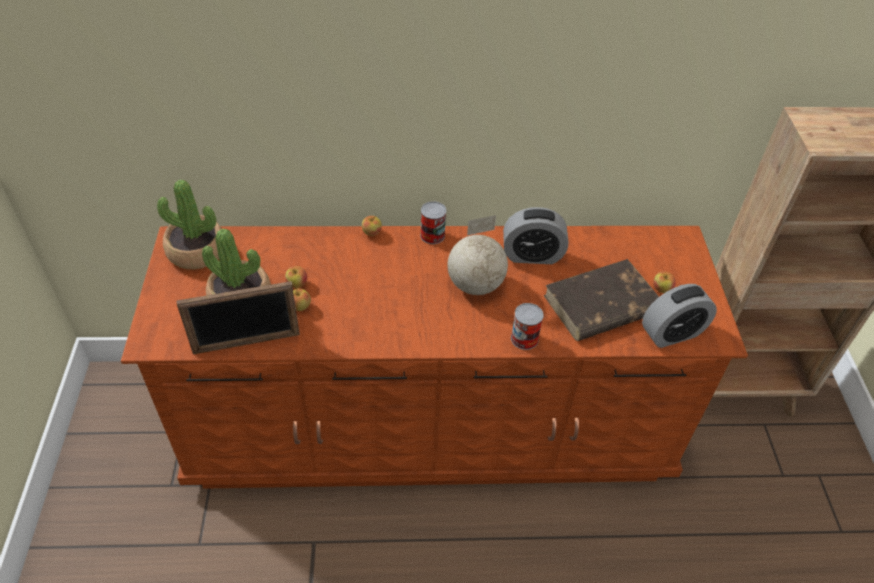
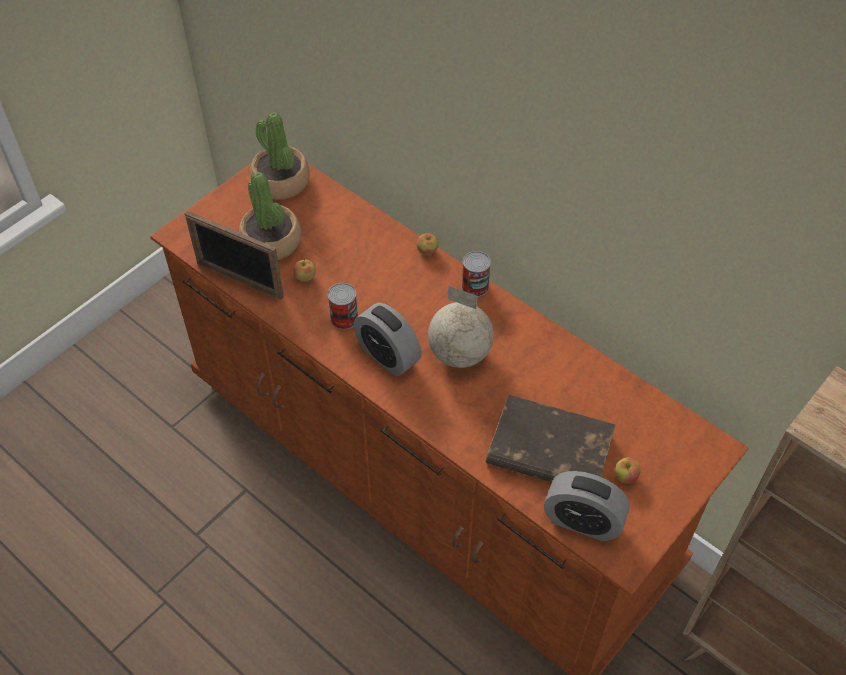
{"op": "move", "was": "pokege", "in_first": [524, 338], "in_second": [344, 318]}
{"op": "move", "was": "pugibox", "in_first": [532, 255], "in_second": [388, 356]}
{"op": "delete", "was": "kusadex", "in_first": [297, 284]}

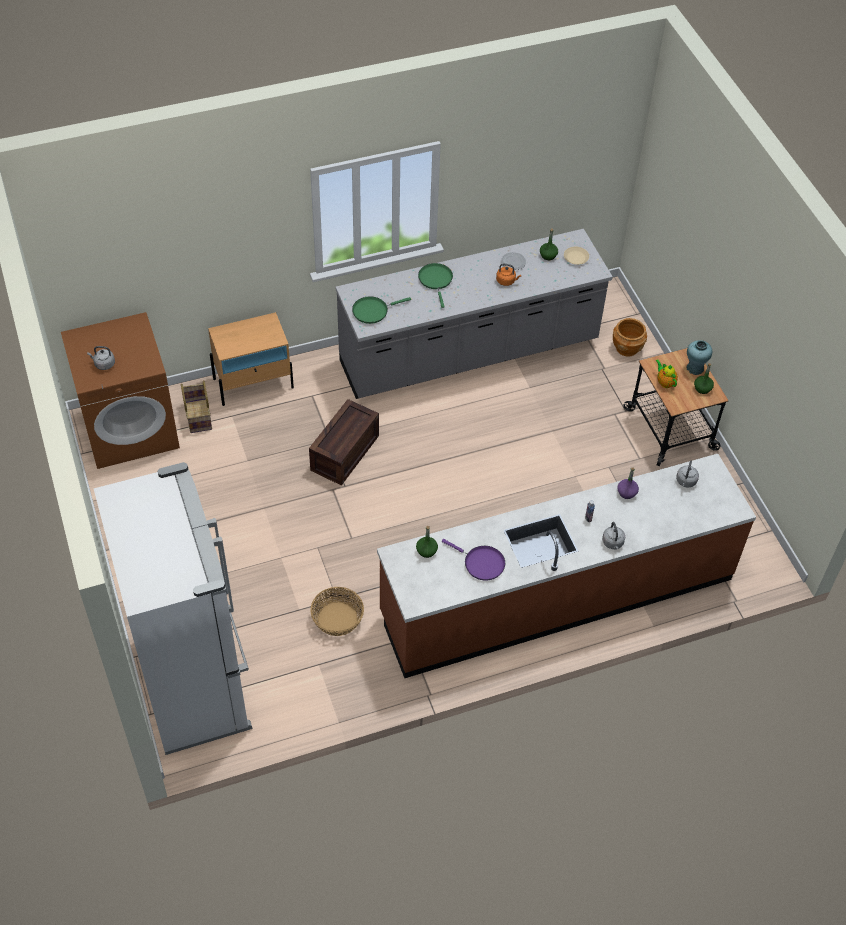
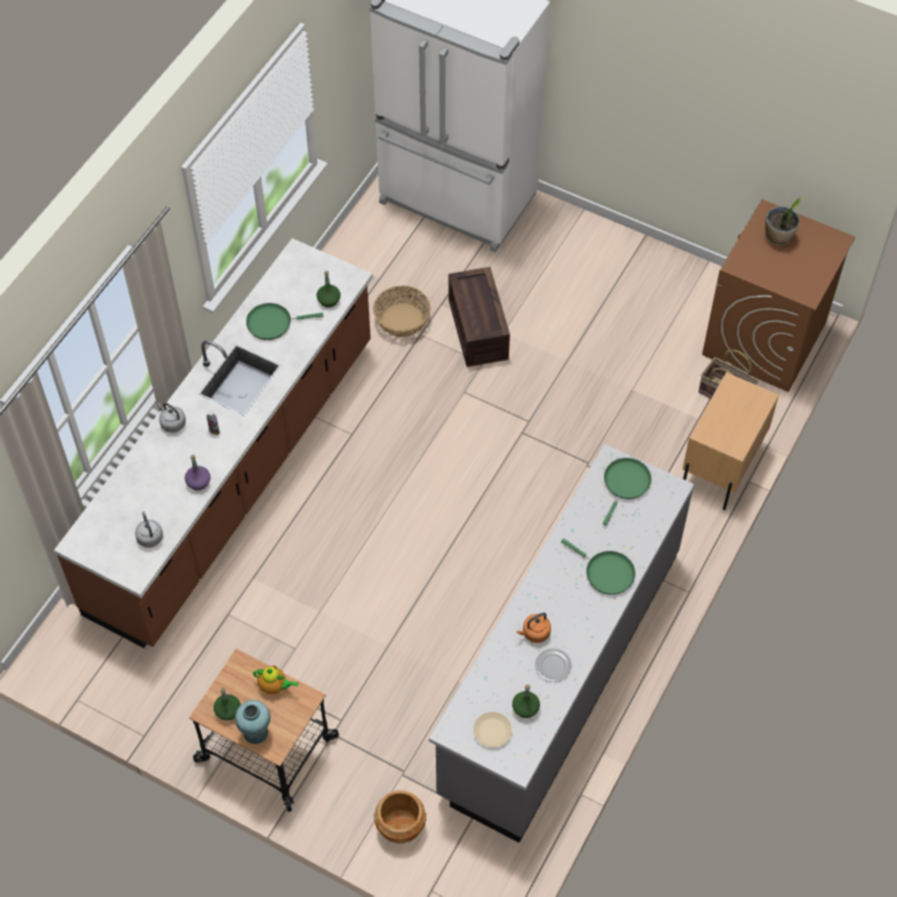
{"op": "recolor", "was": "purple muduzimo", "now": "green muduzimo", "in_first": [481, 563], "in_second": [272, 323]}
{"op": "move", "was": "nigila", "in_first": [344, 451], "in_second": [479, 330]}
{"op": "replace", "was": "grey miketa", "now": "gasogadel", "in_first": [103, 364], "in_second": [778, 237]}

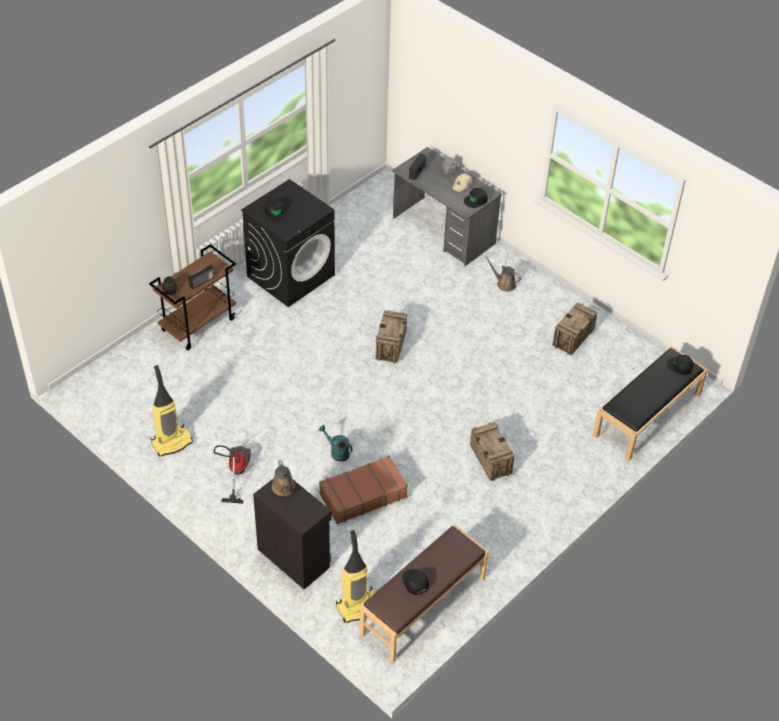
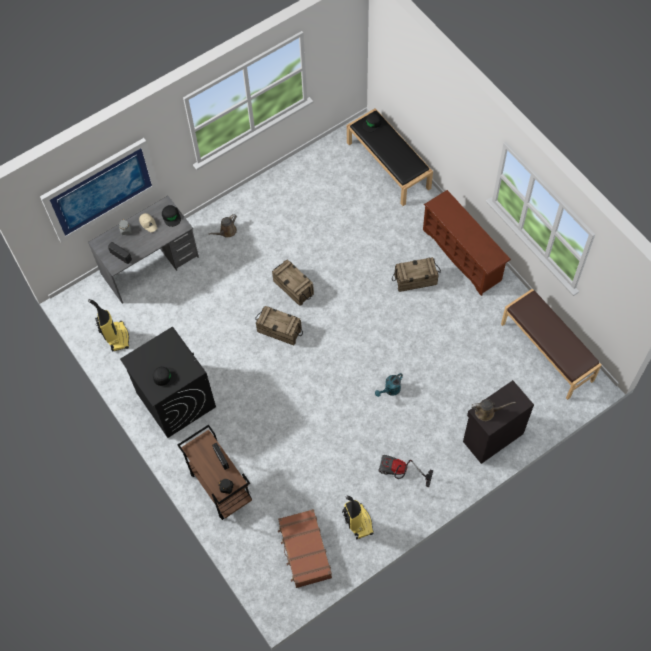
{"op": "insert", "now": "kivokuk", "in_second": [100, 189]}
{"op": "move", "was": "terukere", "in_first": [358, 606], "in_second": [116, 337]}
{"op": "move", "was": "nigila", "in_first": [573, 337], "in_second": [293, 288]}
{"op": "move", "was": "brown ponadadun", "in_first": [362, 495], "in_second": [304, 551]}
{"op": "insert", "now": "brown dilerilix", "in_second": [463, 255]}
{"op": "delete", "was": "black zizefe", "in_first": [415, 582]}

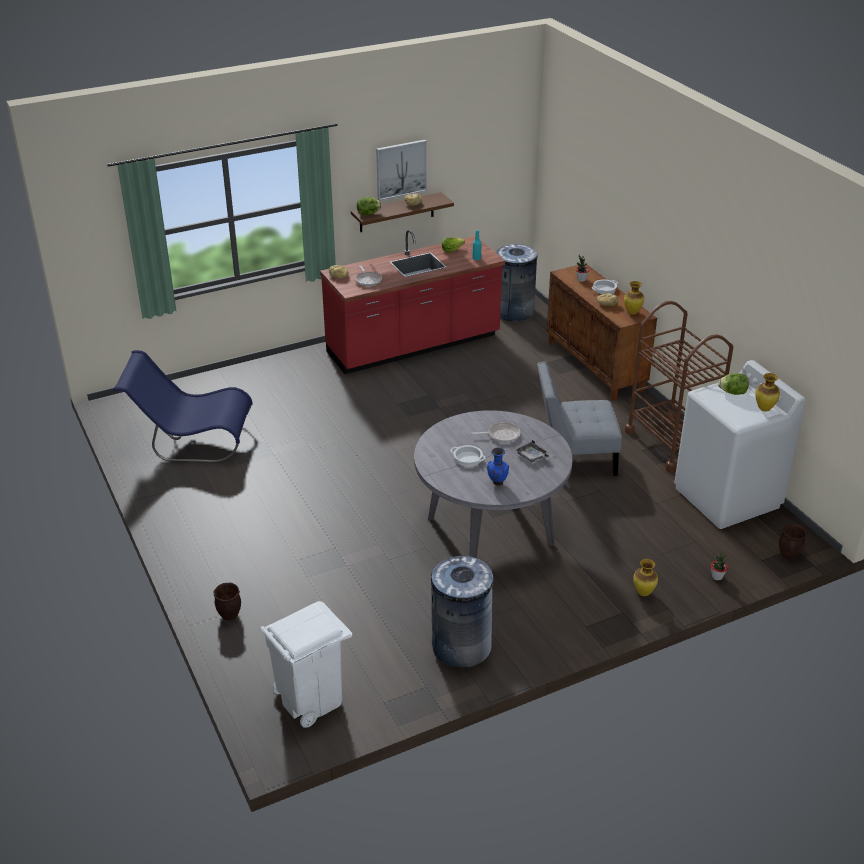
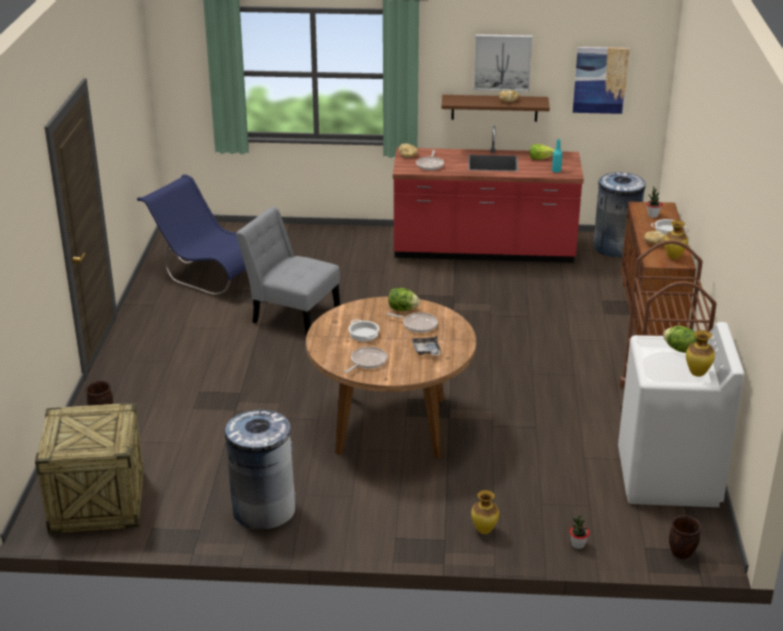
{"op": "replace", "was": "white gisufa", "now": "nigila", "in_first": [310, 699], "in_second": [96, 501]}
{"op": "move", "was": "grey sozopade", "in_first": [574, 458], "in_second": [292, 314]}
{"op": "recolor", "was": "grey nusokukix", "now": "brown nusokukix", "in_first": [490, 531], "in_second": [391, 425]}
{"op": "replace", "was": "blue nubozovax", "now": "muduzimo", "in_first": [497, 483], "in_second": [367, 362]}
{"op": "move", "was": "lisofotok", "in_first": [368, 214], "in_second": [402, 309]}
{"op": "insert", "now": "kivokuk", "in_second": [600, 80]}

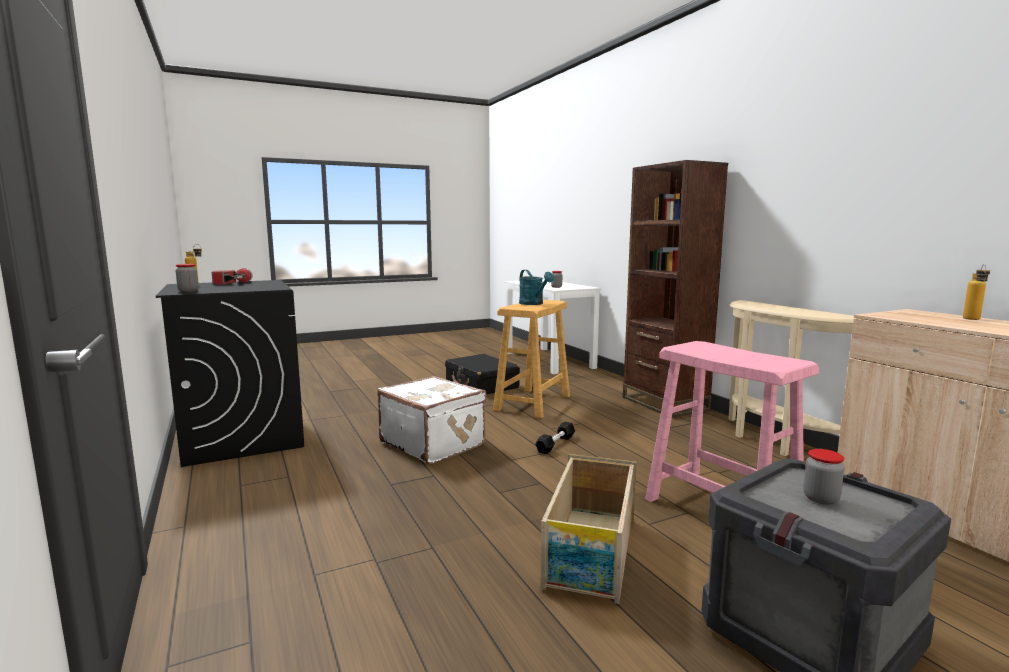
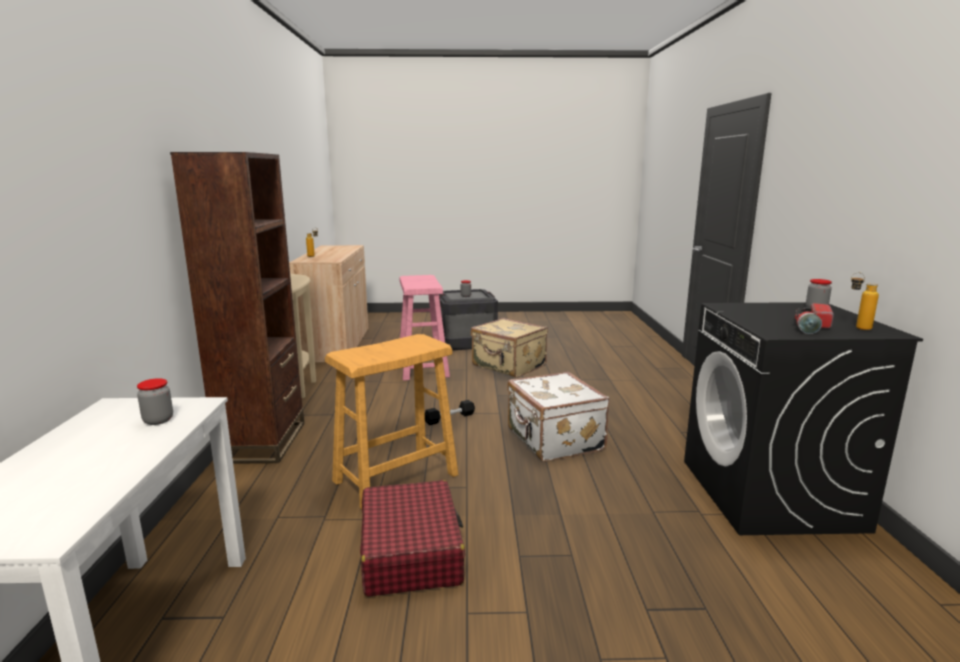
{"op": "recolor", "was": "black ponadadun", "now": "red ponadadun", "in_first": [481, 385], "in_second": [411, 551]}
{"op": "replace", "was": "nigila", "now": "beige ponadadun", "in_first": [590, 553], "in_second": [508, 366]}
{"op": "delete", "was": "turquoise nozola", "in_first": [534, 304]}

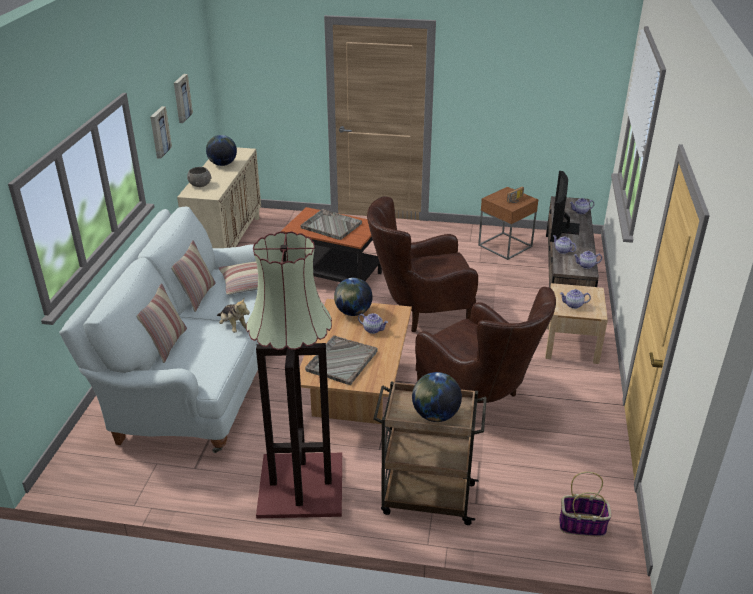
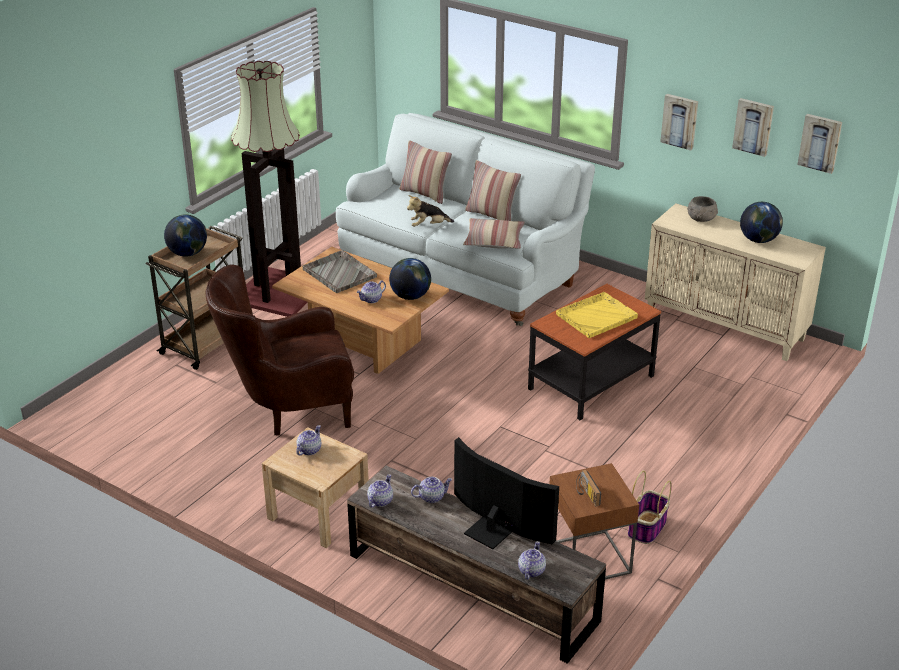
{"op": "recolor", "was": "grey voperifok", "now": "yellow voperifok", "in_first": [330, 225], "in_second": [597, 316]}
{"op": "move", "was": "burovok", "in_first": [582, 525], "in_second": [647, 528]}
{"op": "insert", "now": "kivokuk", "in_second": [820, 142]}
{"op": "delete", "was": "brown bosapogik", "in_first": [420, 313]}

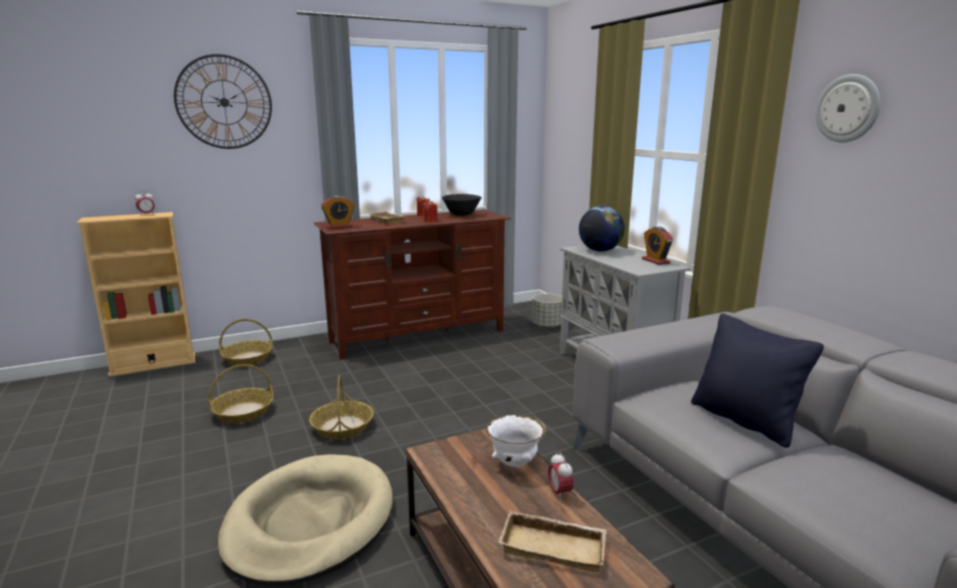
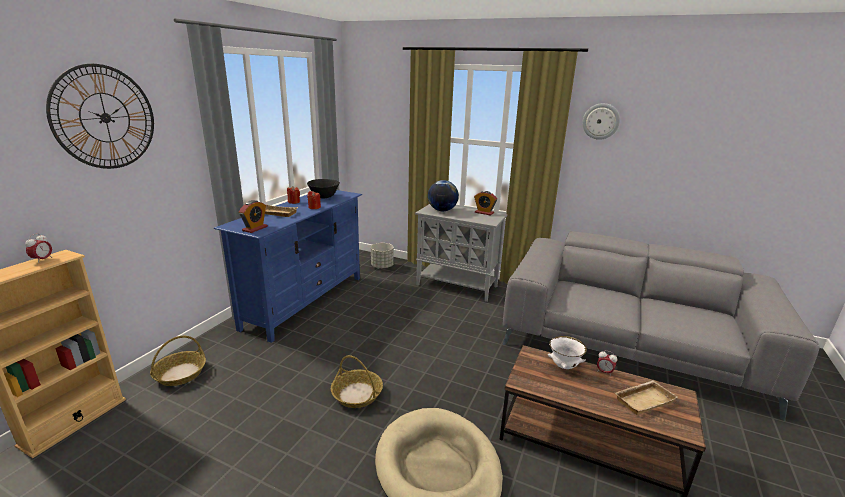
{"op": "recolor", "was": "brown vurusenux", "now": "blue vurusenux", "in_first": [418, 335], "in_second": [305, 301]}
{"op": "delete", "was": "burovok", "in_first": [243, 412]}
{"op": "delete", "was": "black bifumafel", "in_first": [744, 420]}

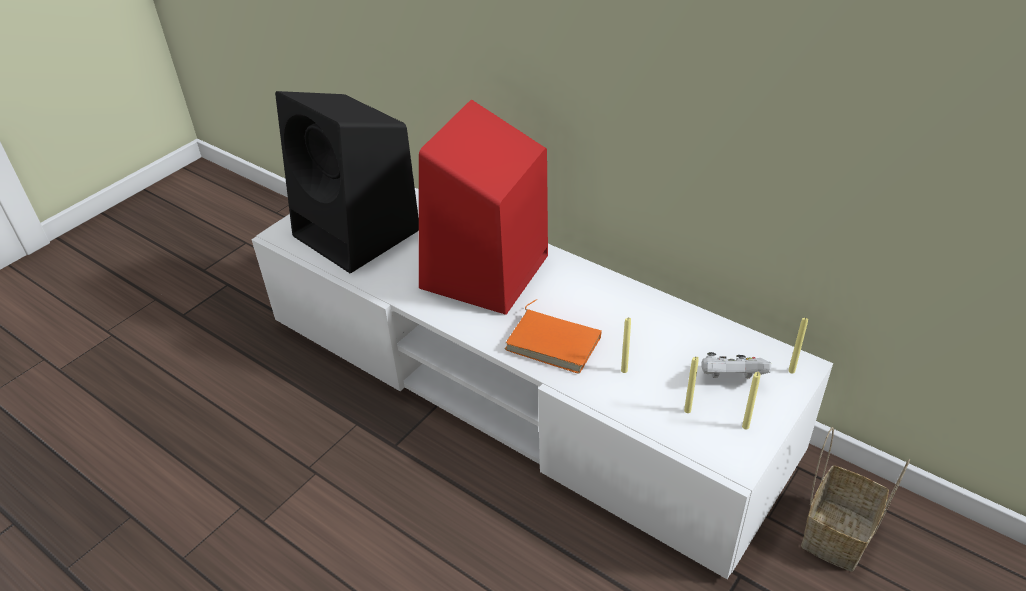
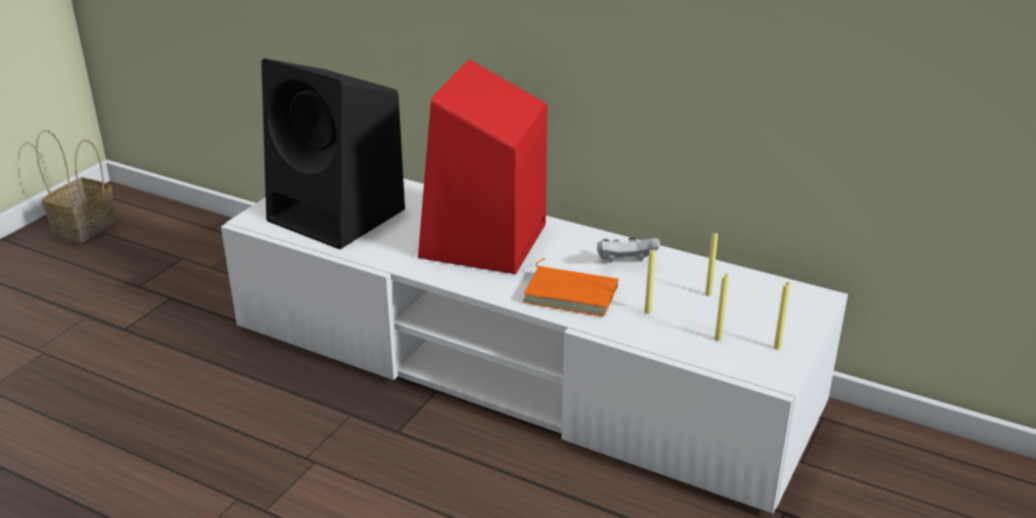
{"op": "move", "was": "burovok", "in_first": [836, 531], "in_second": [85, 226]}
{"op": "move", "was": "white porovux", "in_first": [731, 379], "in_second": [625, 263]}
{"op": "move", "was": "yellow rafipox", "in_first": [791, 371], "in_second": [708, 294]}

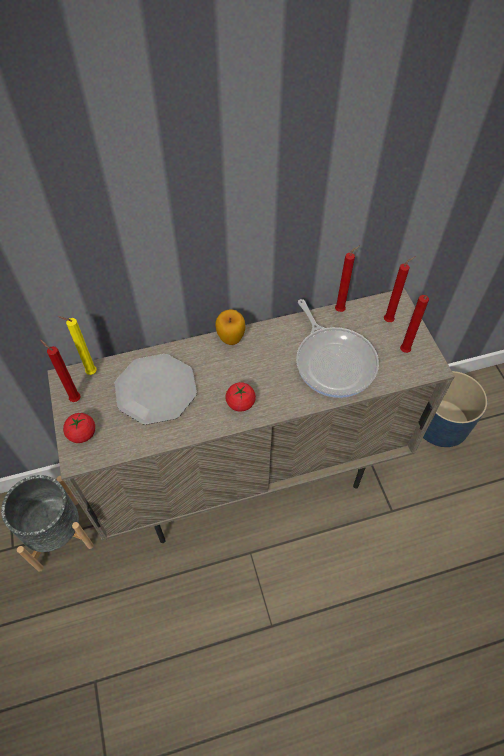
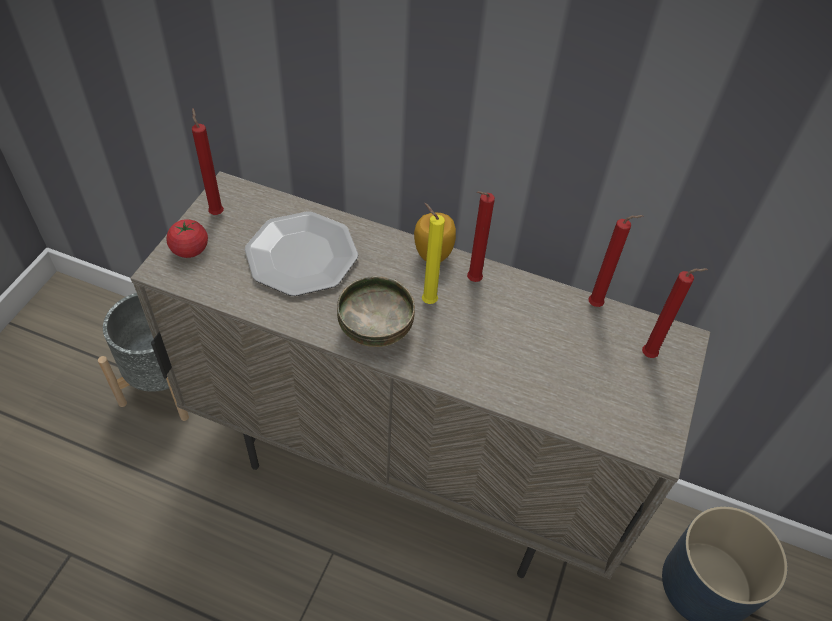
{"op": "replace", "was": "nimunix", "now": "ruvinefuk", "in_first": [240, 403], "in_second": [376, 327]}
{"op": "move", "was": "yellow rafipox", "in_first": [90, 373], "in_second": [427, 300]}
{"op": "move", "was": "red rafipox", "in_first": [404, 352], "in_second": [471, 281]}
{"op": "delete", "was": "muduzimo", "in_first": [333, 361]}

